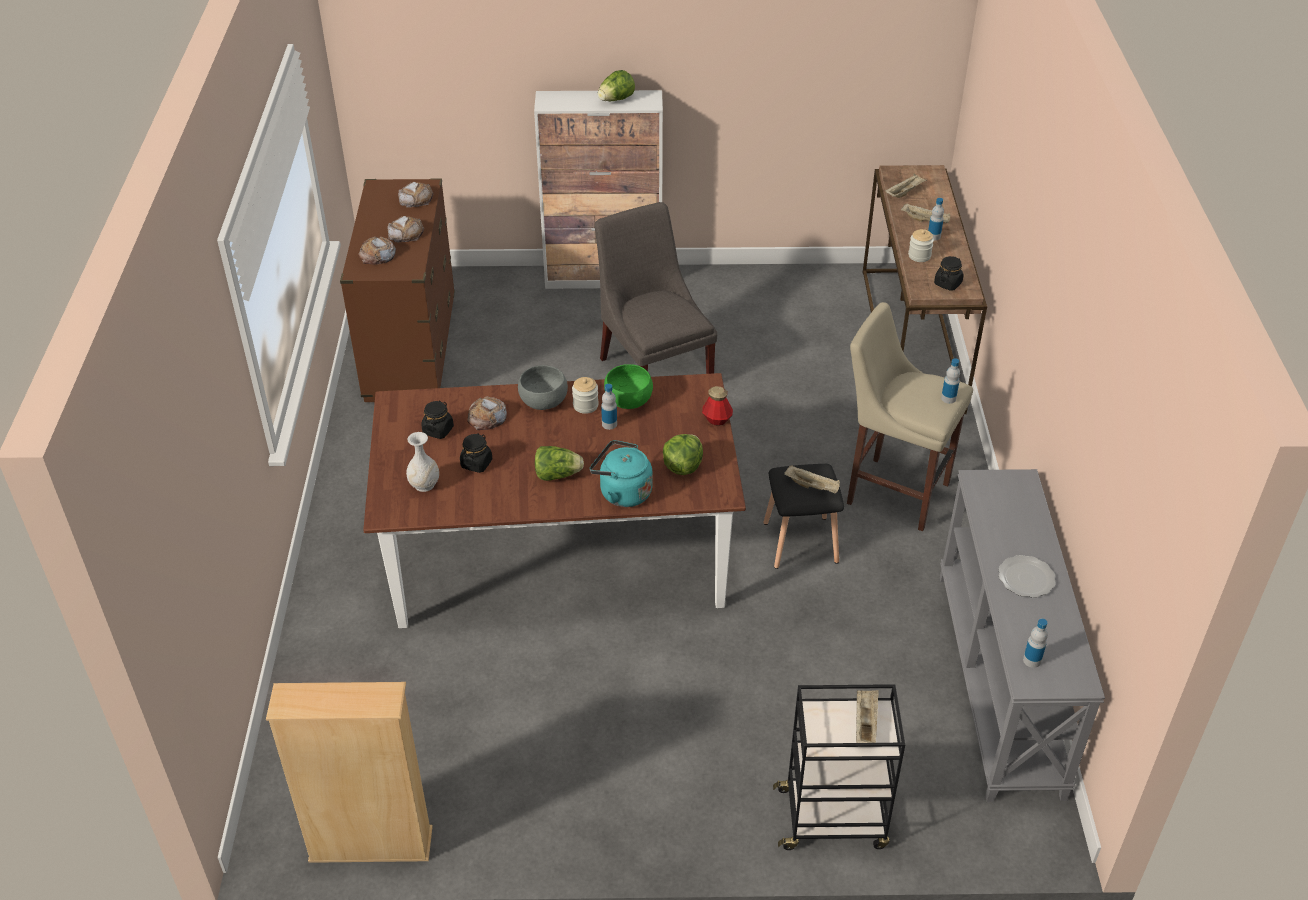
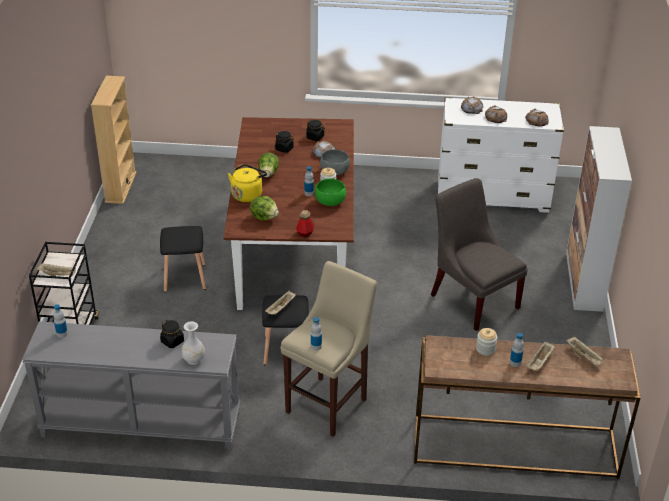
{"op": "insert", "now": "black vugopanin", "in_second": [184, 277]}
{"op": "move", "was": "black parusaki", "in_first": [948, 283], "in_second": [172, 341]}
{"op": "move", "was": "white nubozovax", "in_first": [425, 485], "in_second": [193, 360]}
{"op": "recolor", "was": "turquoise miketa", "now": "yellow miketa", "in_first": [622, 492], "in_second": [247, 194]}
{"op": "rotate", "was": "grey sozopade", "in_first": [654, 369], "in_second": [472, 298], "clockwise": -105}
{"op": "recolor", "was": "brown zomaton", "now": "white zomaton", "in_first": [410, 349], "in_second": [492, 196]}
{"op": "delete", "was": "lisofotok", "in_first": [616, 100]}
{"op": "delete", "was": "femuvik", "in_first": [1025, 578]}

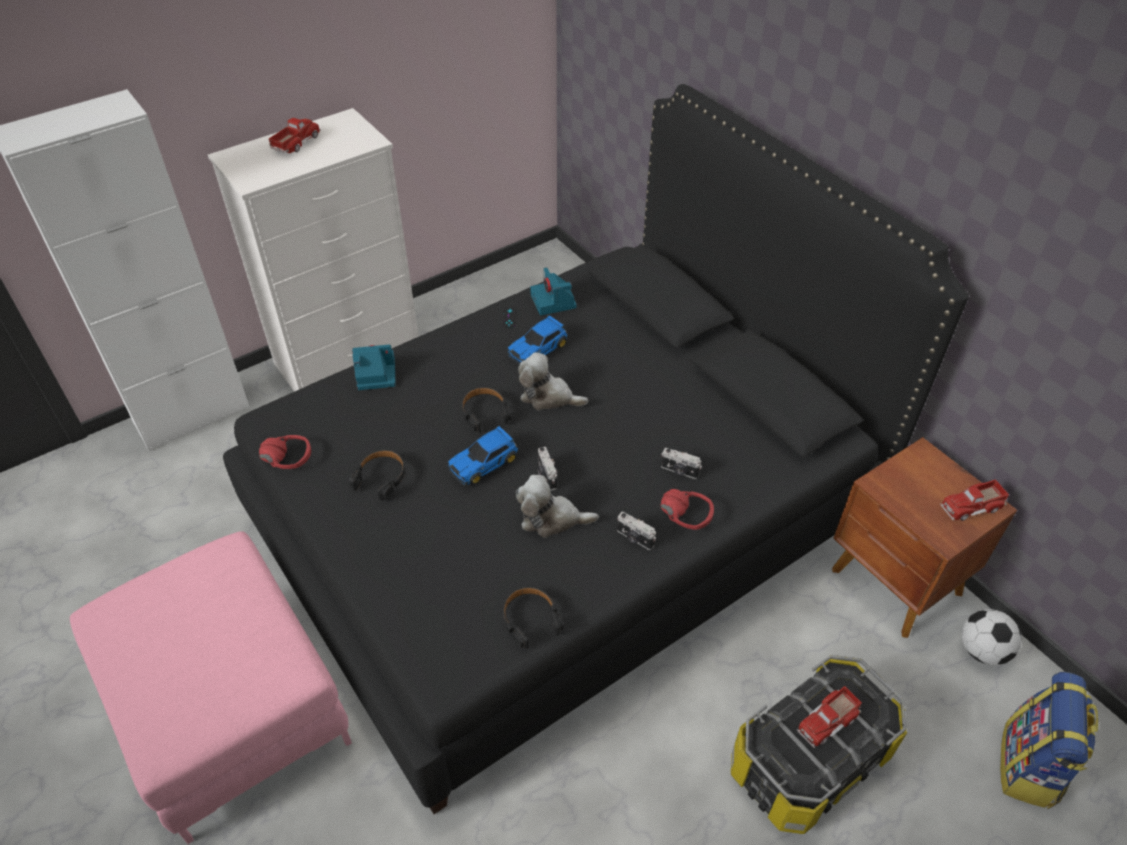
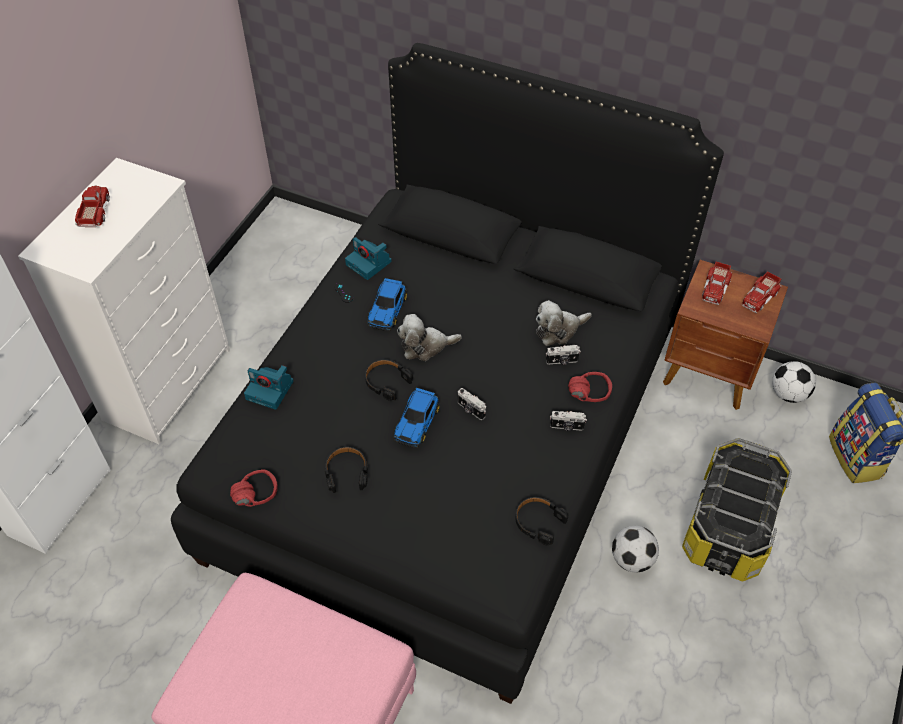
{"op": "rotate", "was": "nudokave", "in_first": [375, 374], "in_second": [271, 390], "clockwise": -120}
{"op": "move", "was": "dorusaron", "in_first": [551, 518], "in_second": [559, 330]}
{"op": "insert", "now": "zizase", "in_second": [632, 559]}
{"op": "move", "was": "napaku", "in_first": [827, 721], "in_second": [715, 288]}

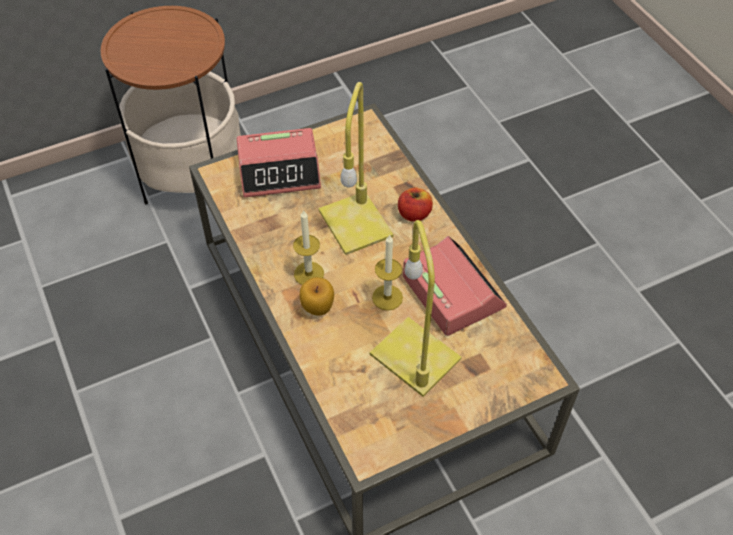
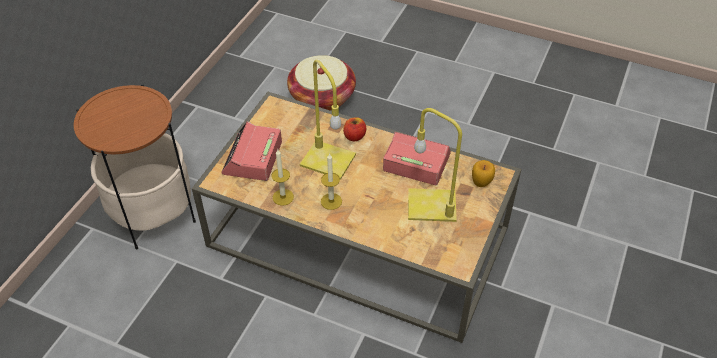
{"op": "rotate", "was": "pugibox", "in_first": [280, 171], "in_second": [253, 158], "clockwise": 150}
{"op": "move", "was": "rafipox", "in_first": [387, 297], "in_second": [283, 197]}
{"op": "insert", "now": "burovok", "in_second": [322, 97]}
{"op": "move", "was": "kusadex", "in_first": [318, 309], "in_second": [481, 183]}

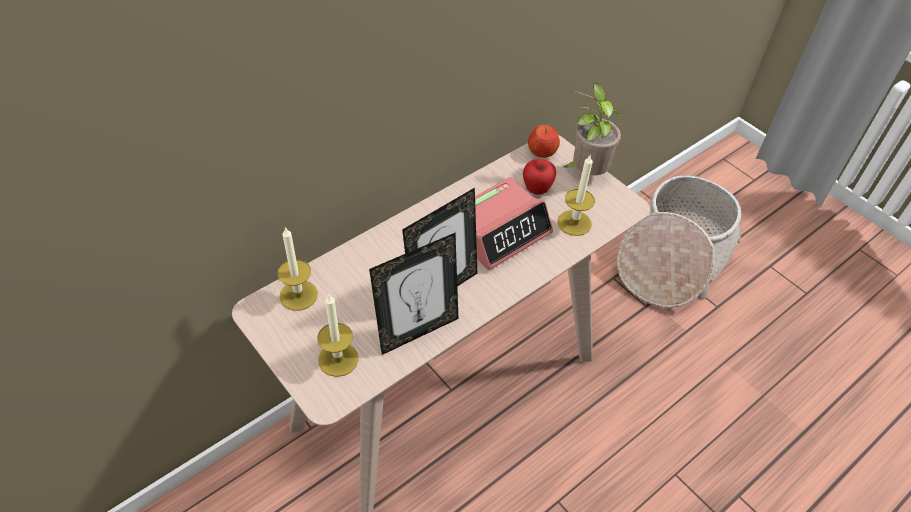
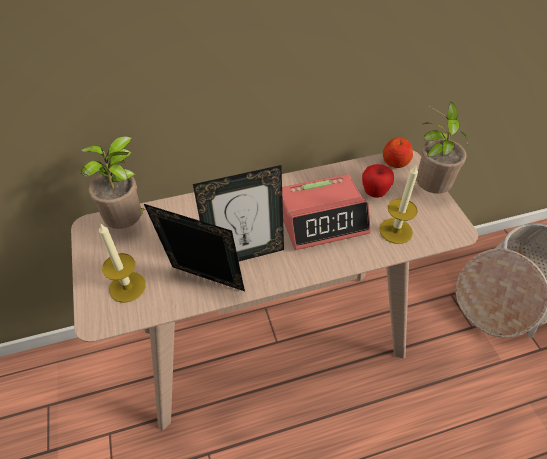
{"op": "replace", "was": "rafipox", "now": "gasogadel", "in_first": [298, 295], "in_second": [129, 224]}
{"op": "rotate", "was": "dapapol", "in_first": [417, 331], "in_second": [205, 284], "clockwise": -150}

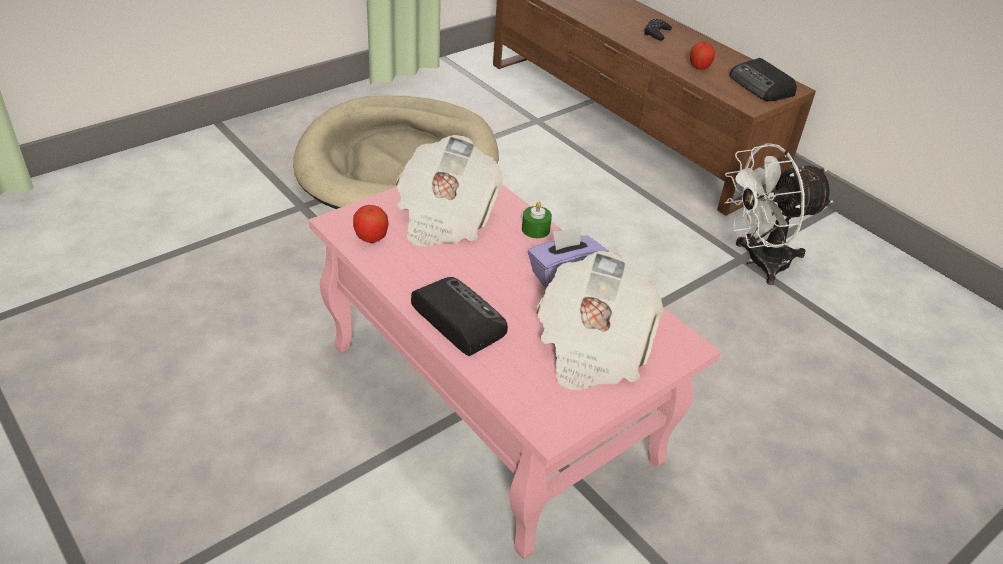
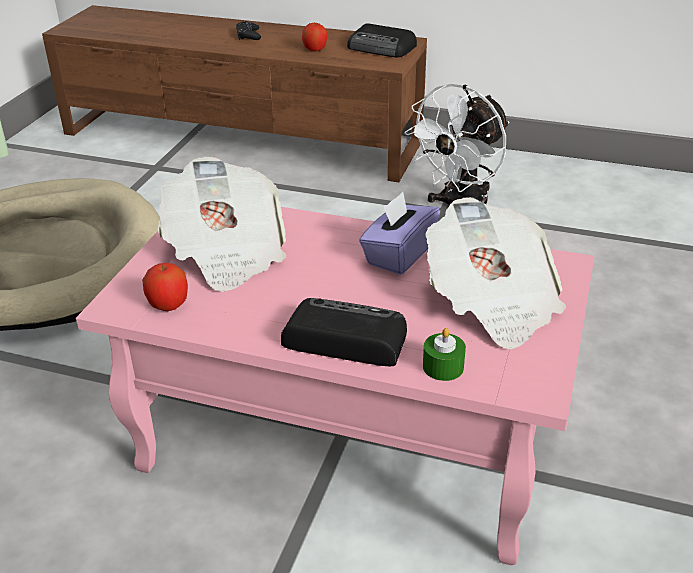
{"op": "move", "was": "green rafipox", "in_first": [535, 229], "in_second": [443, 367]}

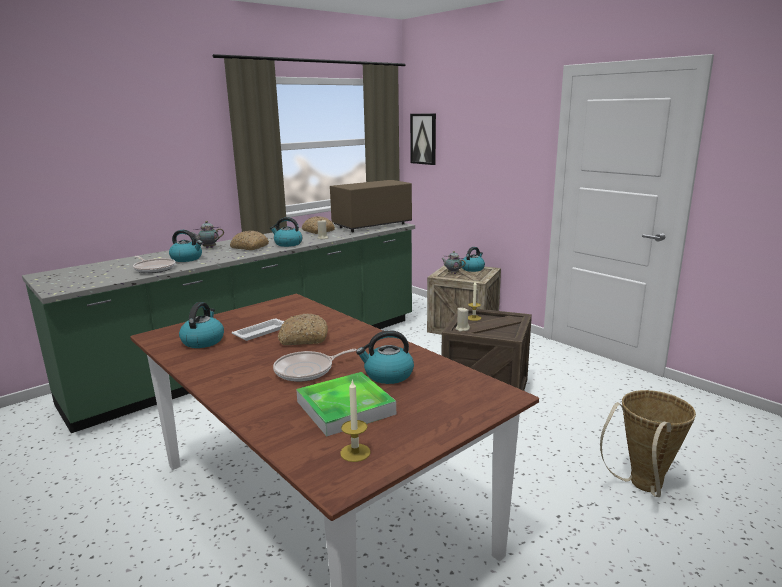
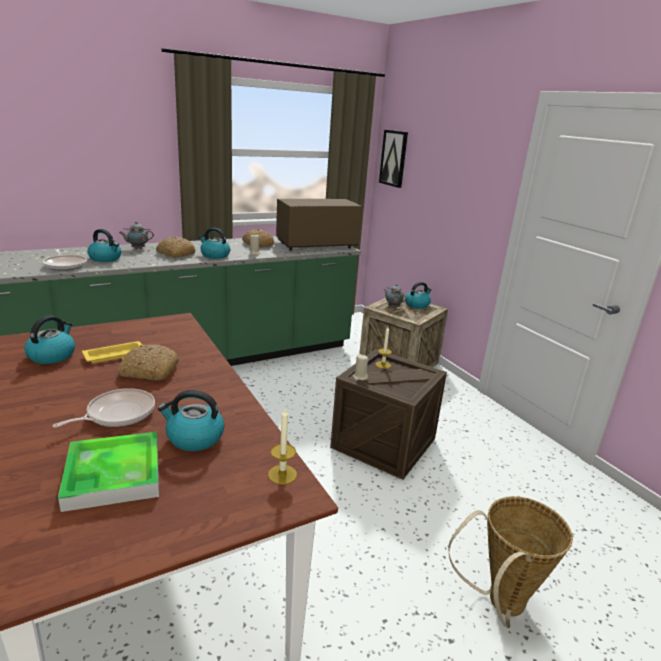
{"op": "rotate", "was": "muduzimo", "in_first": [307, 370], "in_second": [117, 414], "clockwise": 150}
{"op": "recolor", "was": "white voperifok", "now": "yellow voperifok", "in_first": [261, 332], "in_second": [116, 355]}
{"op": "move", "was": "rafipox", "in_first": [355, 452], "in_second": [282, 474]}

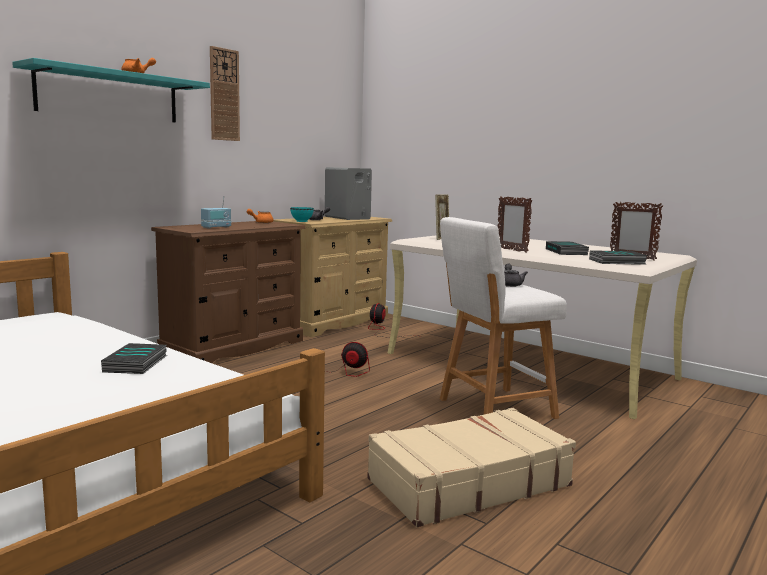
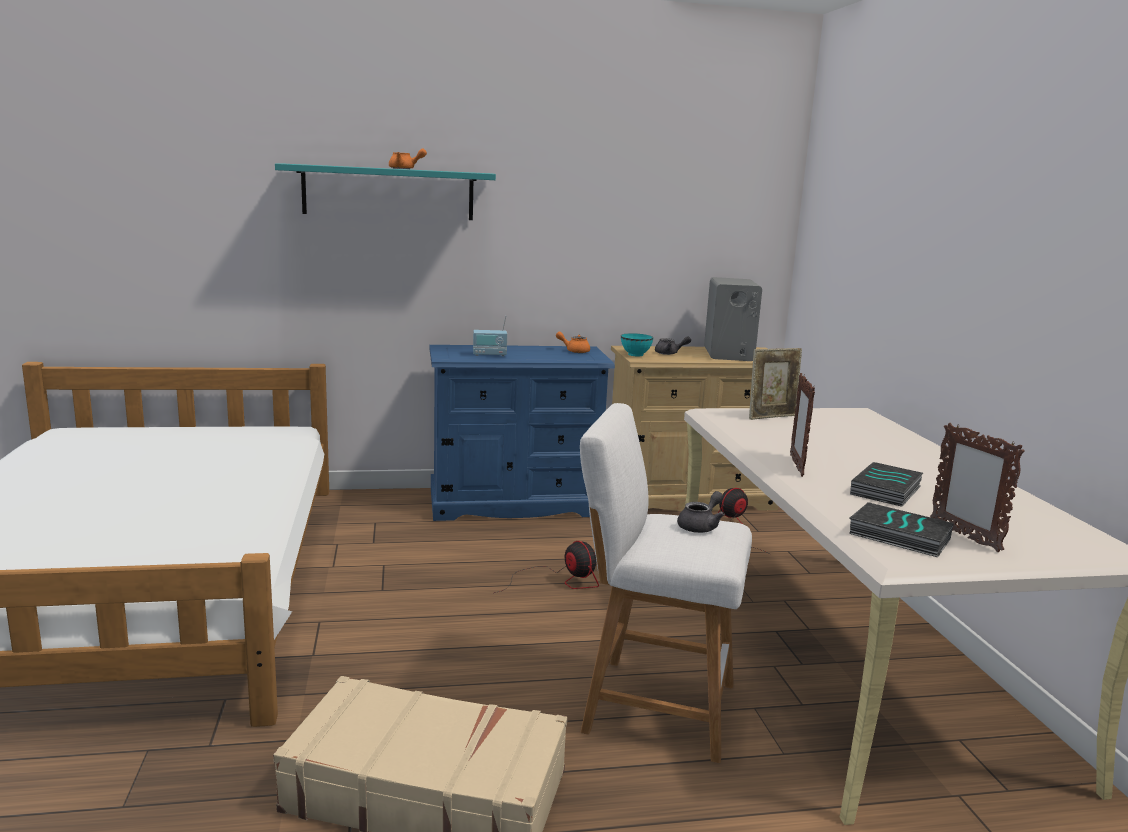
{"op": "recolor", "was": "brown zomaton", "now": "blue zomaton", "in_first": [234, 347], "in_second": [515, 503]}
{"op": "delete", "was": "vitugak", "in_first": [137, 364]}
{"op": "delete", "was": "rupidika", "in_first": [224, 95]}

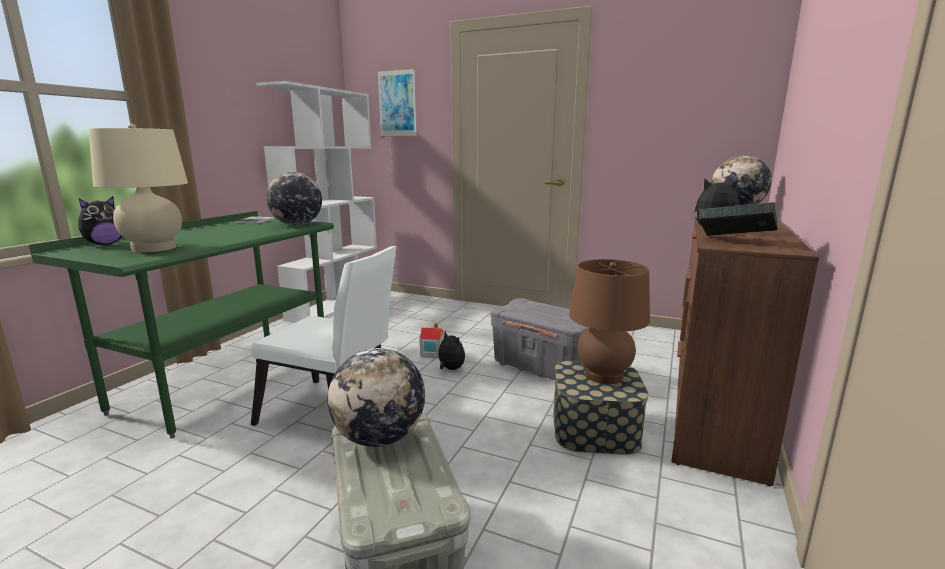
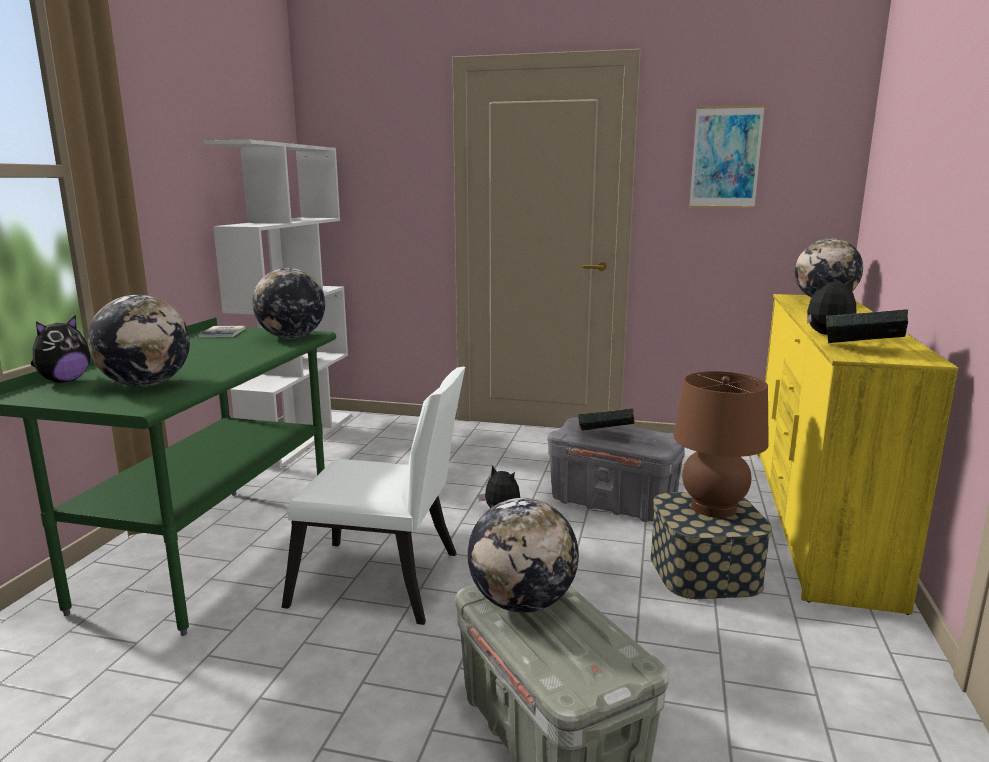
{"op": "replace", "was": "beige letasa", "now": "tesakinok", "in_first": [154, 248], "in_second": [146, 384]}
{"op": "insert", "now": "vitugak", "in_second": [605, 436]}
{"op": "move", "was": "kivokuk", "in_first": [397, 103], "in_second": [725, 158]}
{"op": "recolor", "was": "brown zomaton", "now": "yellow zomaton", "in_first": [711, 393], "in_second": [815, 518]}
{"op": "delete", "was": "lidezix", "in_first": [431, 353]}

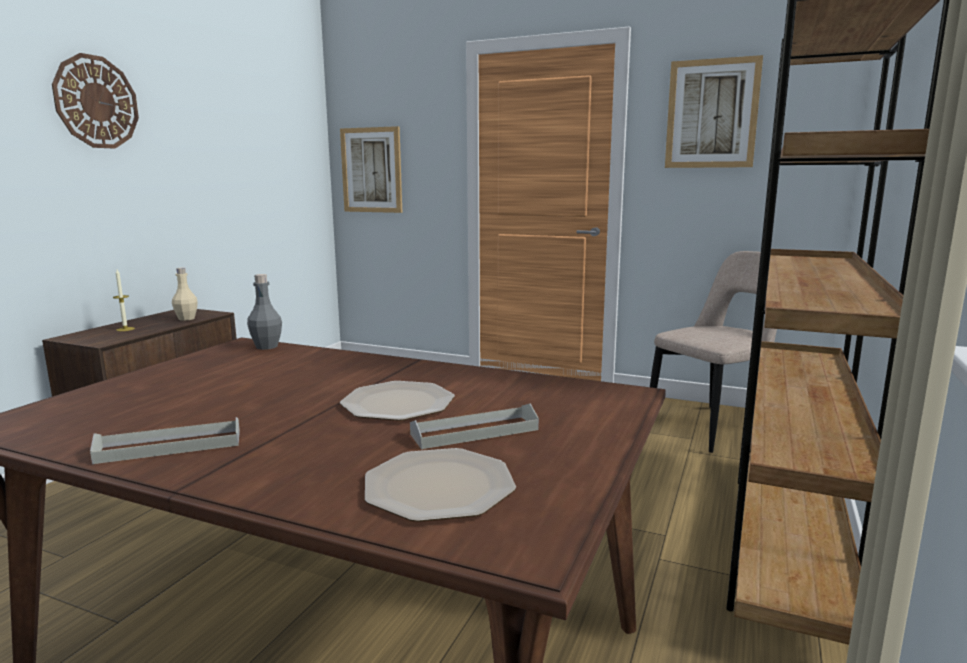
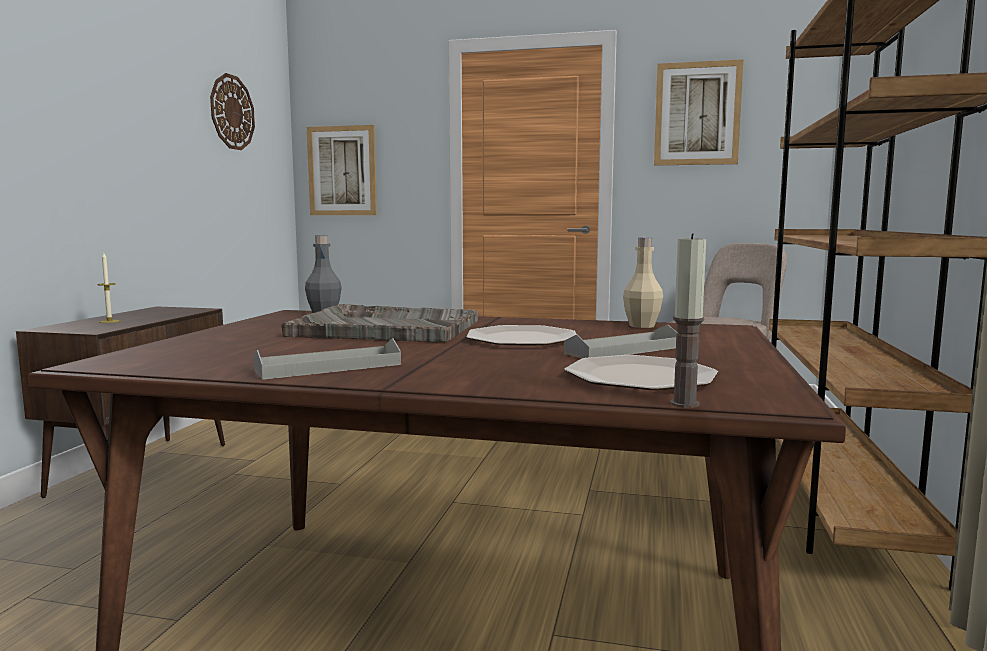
{"op": "move", "was": "rupidika", "in_first": [96, 102], "in_second": [232, 112]}
{"op": "insert", "now": "grey voperifok", "in_second": [384, 328]}
{"op": "move", "was": "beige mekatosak", "in_first": [186, 319], "in_second": [642, 326]}
{"op": "insert", "now": "rafipox", "in_second": [684, 403]}

